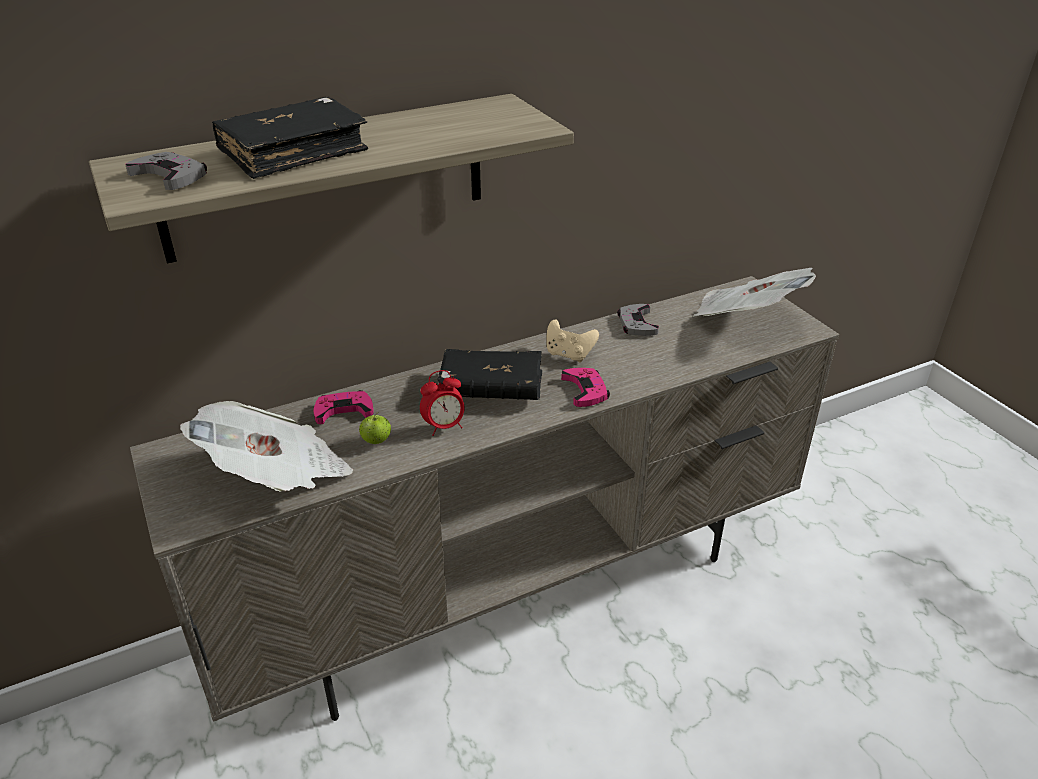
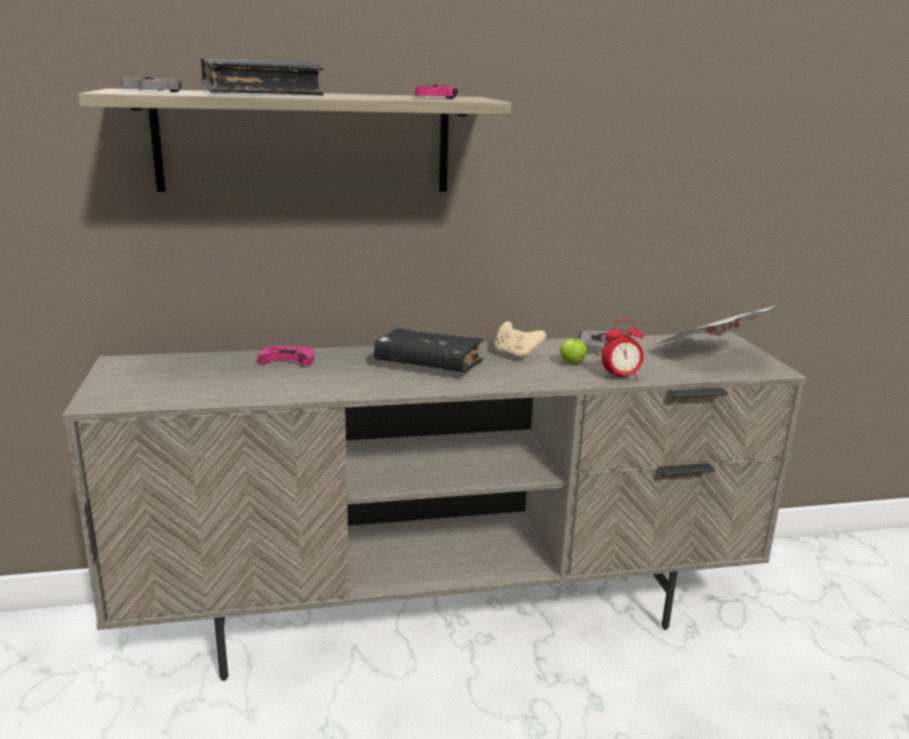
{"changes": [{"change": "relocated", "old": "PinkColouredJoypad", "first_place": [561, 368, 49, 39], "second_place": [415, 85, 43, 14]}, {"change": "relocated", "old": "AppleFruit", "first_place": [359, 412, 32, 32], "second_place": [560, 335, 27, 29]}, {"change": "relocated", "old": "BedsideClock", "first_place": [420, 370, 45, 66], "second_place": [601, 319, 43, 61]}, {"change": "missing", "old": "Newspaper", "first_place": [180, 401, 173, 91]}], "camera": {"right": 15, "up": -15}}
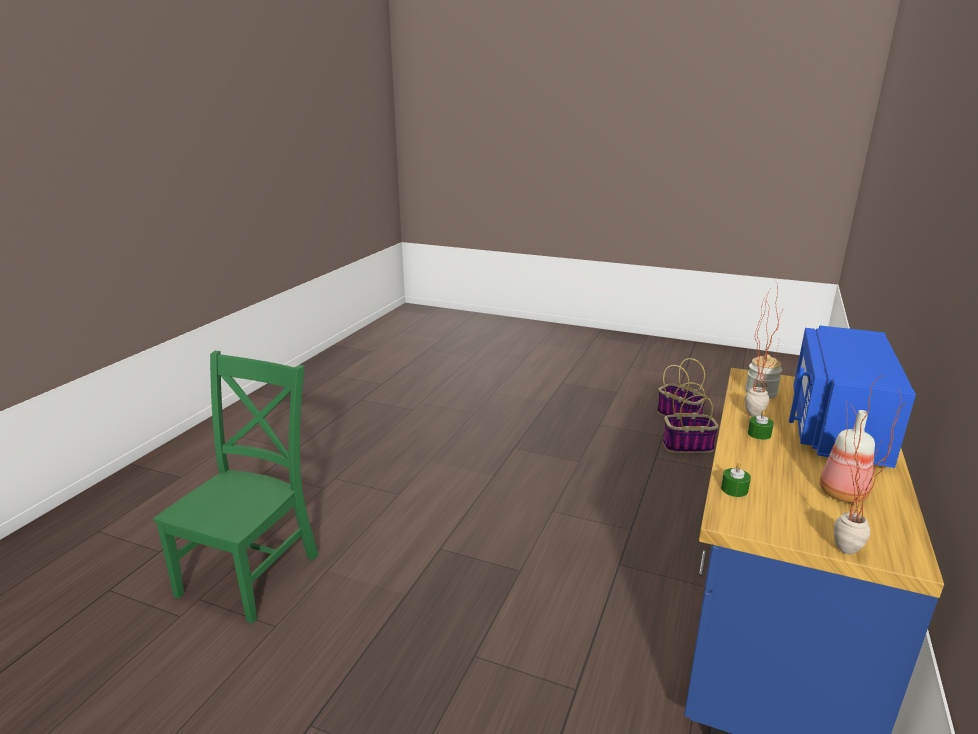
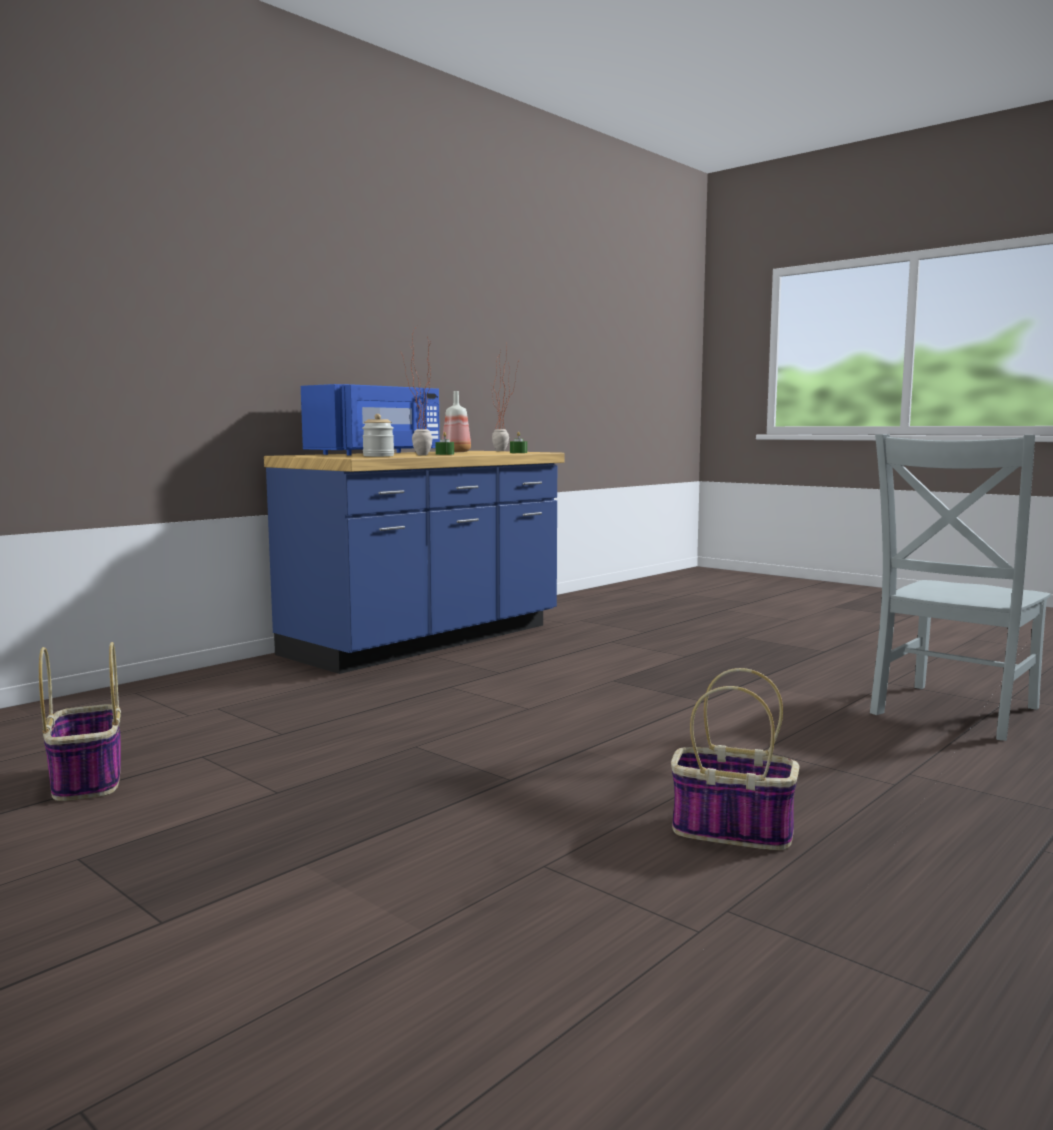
{"changes": [{"change": "relocated", "old": "HouseholdBasket", "first_place": [663, 382, 56, 71], "second_place": [671, 668, 129, 182]}, {"change": "colour", "old": "GreenishChair", "new": "GreyishChair", "first_place": [153, 351, 166, 272], "second_place": [870, 434, 181, 307]}], "camera": {"right": -160, "up": -15}}
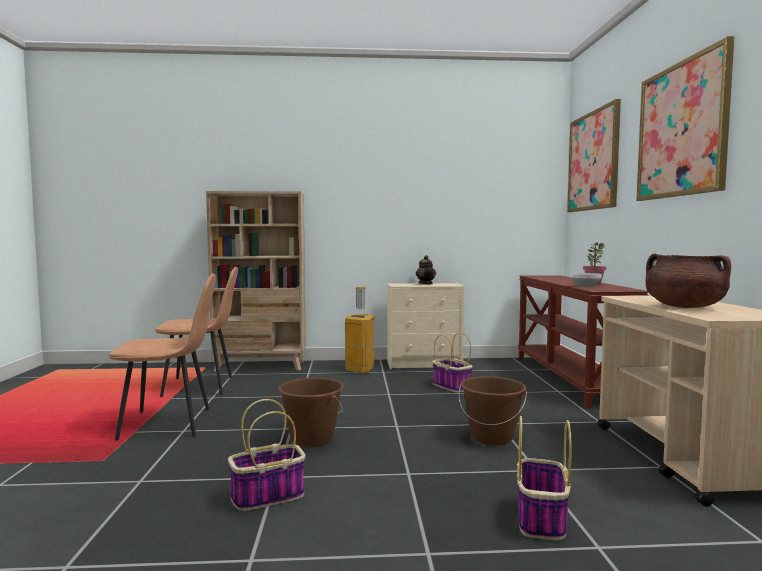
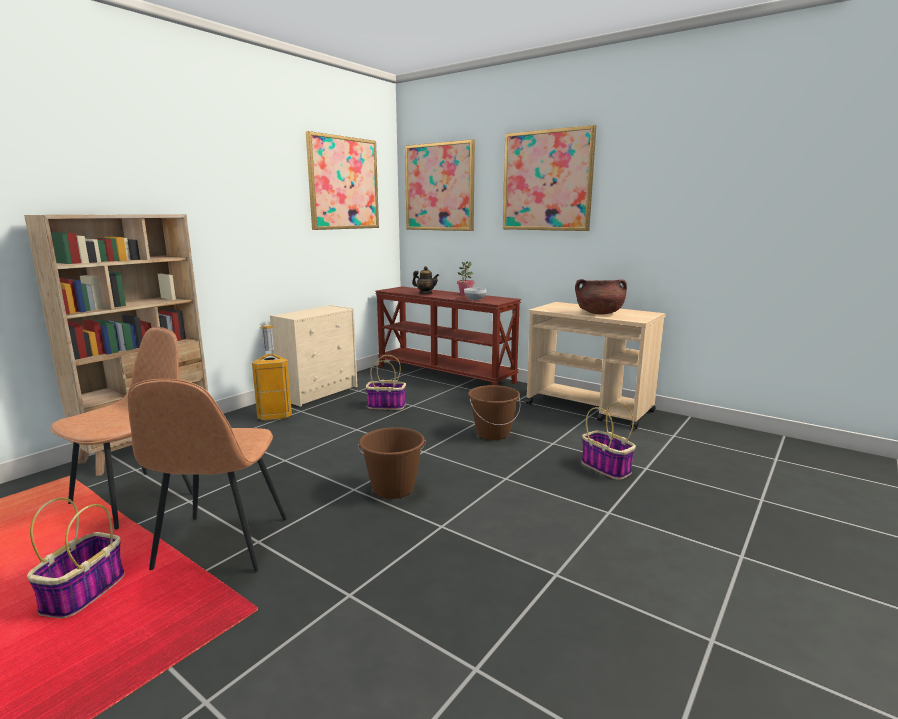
{"changes": [{"change": "relocated", "old": "HouseholdBasket", "first_place": [228, 399, 78, 112], "second_place": [27, 498, 98, 120]}, {"change": "spun", "old": "BrownishChair", "first_place": [108, 273, 108, 168], "second_place": [128, 379, 159, 193], "degrees": 150}, {"change": "appeared", "new": "WallArt", "second_place": [306, 131, 73, 99]}, {"change": "relocated", "old": "PotForTea", "first_place": [416, 255, 20, 29], "second_place": [412, 266, 27, 28]}], "camera": {"right": -50, "up": 10}}
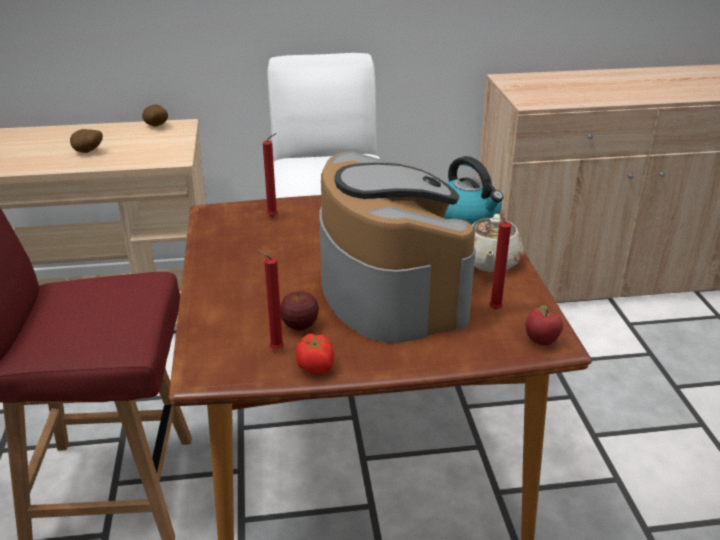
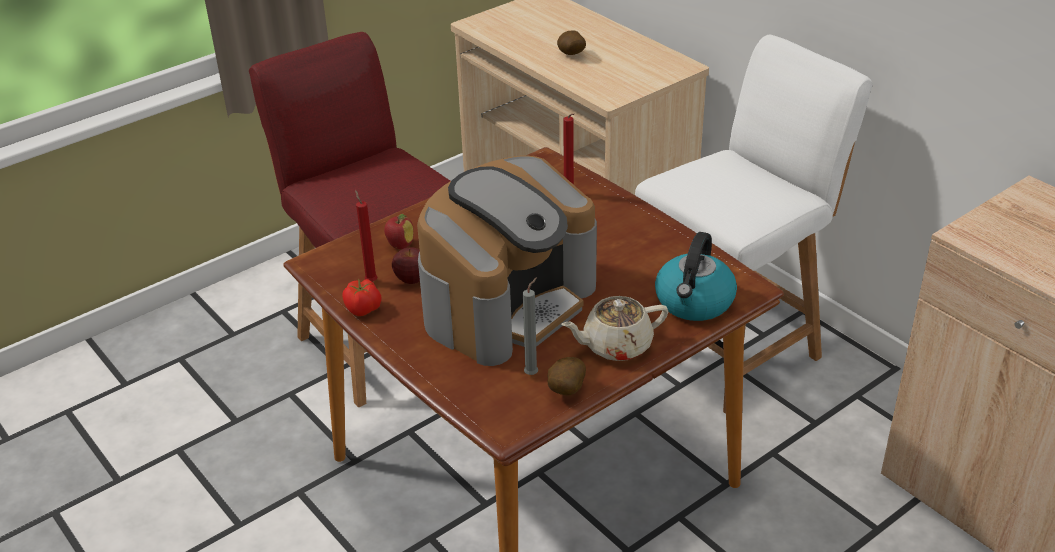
{"changes": [{"change": "relocated", "old": "AppleFruit", "first_place": [525, 305, 38, 41], "second_place": [384, 214, 30, 35]}, {"change": "colour", "old": "ReddishWaxLight", "new": "GreyishWaxLight", "first_place": [489, 209, 22, 101], "second_place": [523, 277, 15, 98]}, {"change": "relocated", "old": "WholePotato", "first_place": [142, 105, 26, 21], "second_place": [547, 357, 39, 38]}], "camera": {"right": 60, "up": 5}}
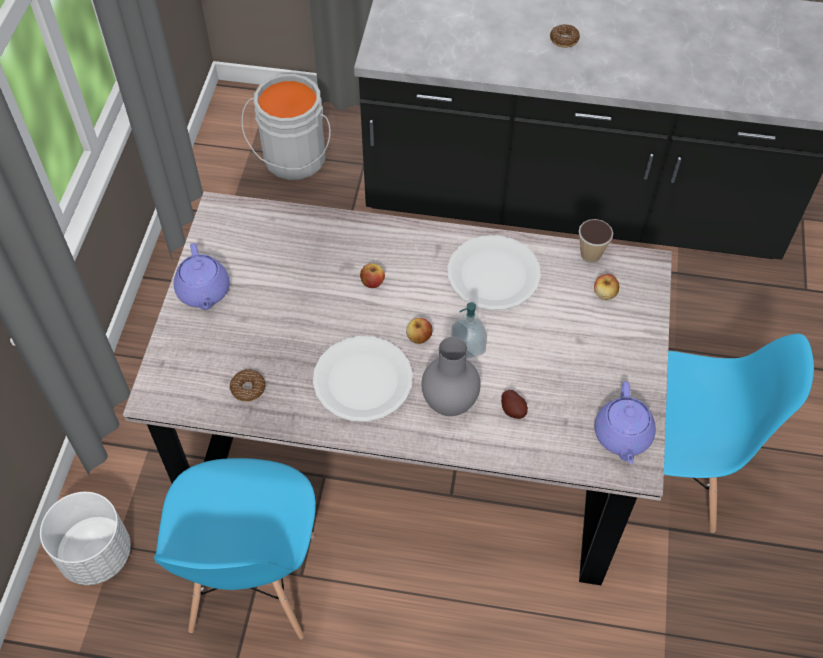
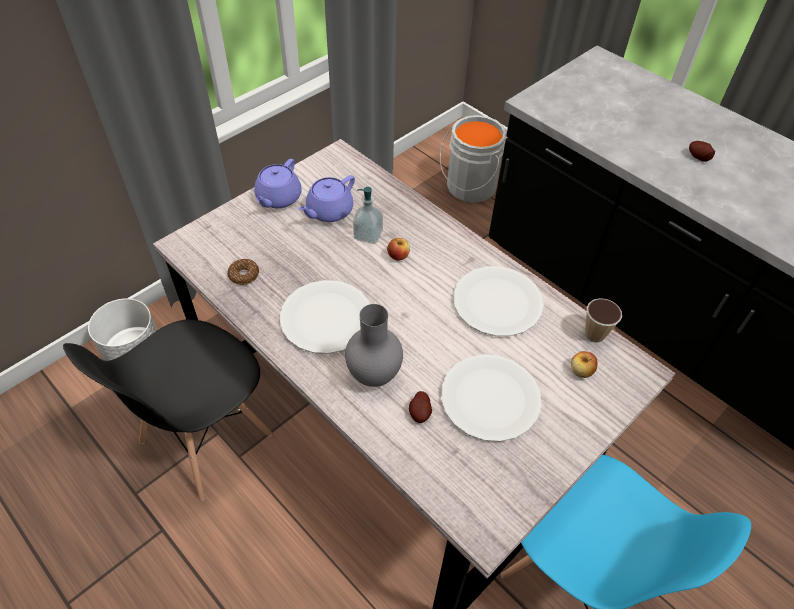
{"changes": [{"change": "colour", "old": "BluishChair", "new": "BlackishChair", "first_place": [154, 458, 162, 181], "second_place": [63, 319, 209, 182]}, {"change": "relocated", "old": "PurplePotForTea", "first_place": [594, 381, 62, 83], "second_place": [298, 175, 57, 47]}, {"change": "relocated", "old": "SoapDispenser", "first_place": [451, 302, 36, 57], "second_place": [353, 187, 30, 57]}, {"change": "appeared", "new": "WhitePlate", "second_place": [441, 354, 100, 88]}, {"change": "exchanged", "old": "Doughnut", "new": "WholePotato", "first_place": [550, 24, 30, 24], "second_place": [689, 141, 26, 21]}, {"change": "missing", "old": "AppleFruit", "first_place": [406, 318, 26, 26]}], "camera": {"right": 35, "up": -5}}
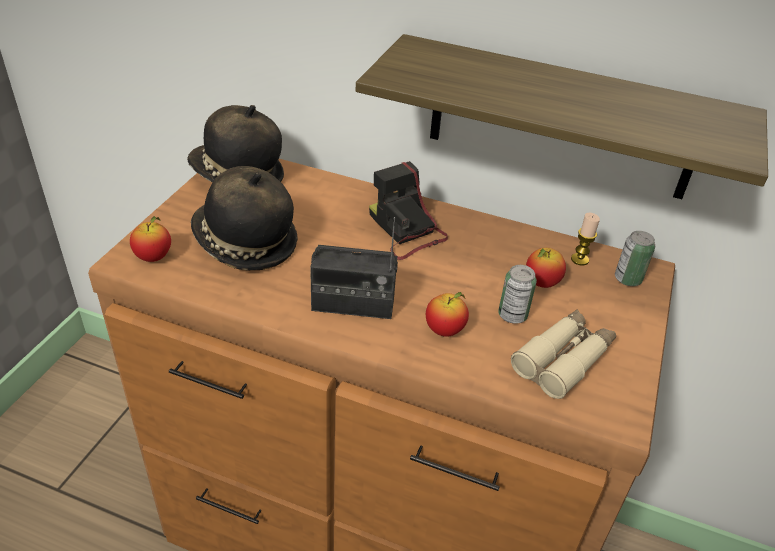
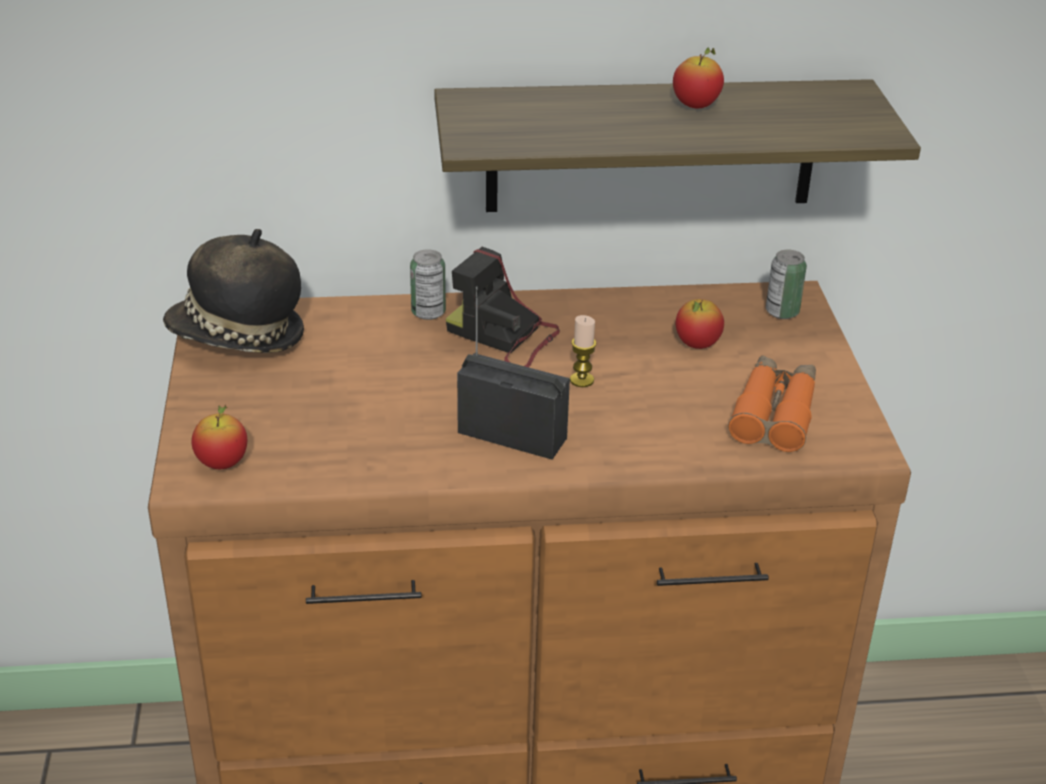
{"changes": [{"change": "relocated", "old": "SealedCan", "first_place": [498, 265, 39, 59], "second_place": [410, 249, 36, 71]}, {"change": "spun", "old": "RadioSet", "first_place": [310, 217, 88, 102], "second_place": [457, 286, 113, 174], "degrees": -135}, {"change": "relocated", "old": "WaxLight", "first_place": [571, 213, 29, 53], "second_place": [570, 315, 26, 72]}, {"change": "relocated", "old": "AppleFruit", "first_place": [426, 292, 43, 45], "second_place": [673, 47, 51, 61]}, {"change": "colour", "old": "SandColouredBinoculars", "new": "OrangeyBinoculars", "first_place": [511, 309, 105, 90], "second_place": [728, 356, 88, 96]}, {"change": "missing", "old": "ClothingHat", "first_place": [191, 166, 107, 105]}], "camera": {"right": -25, "up": -5}}
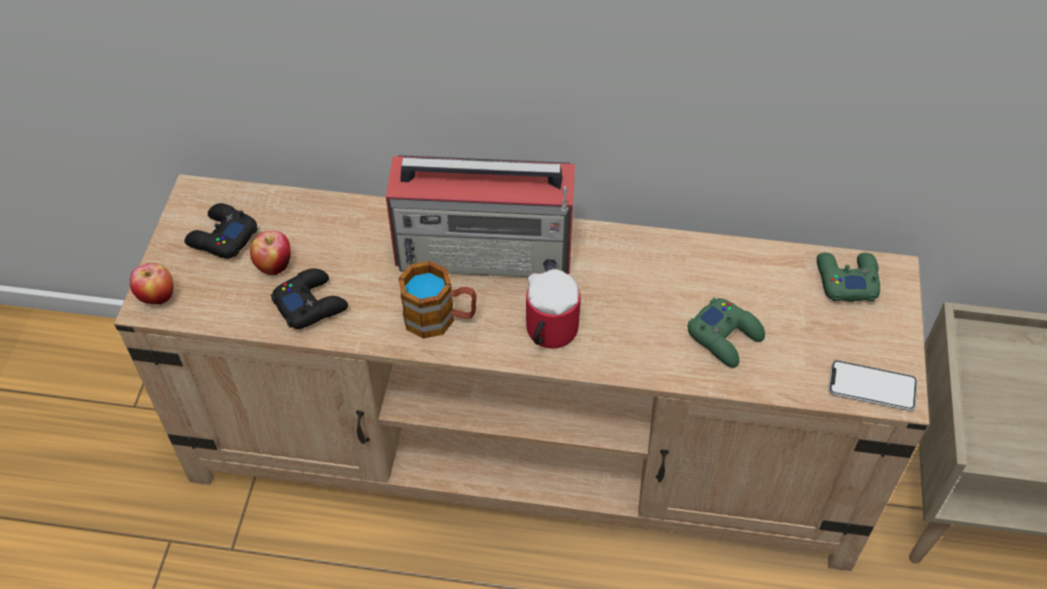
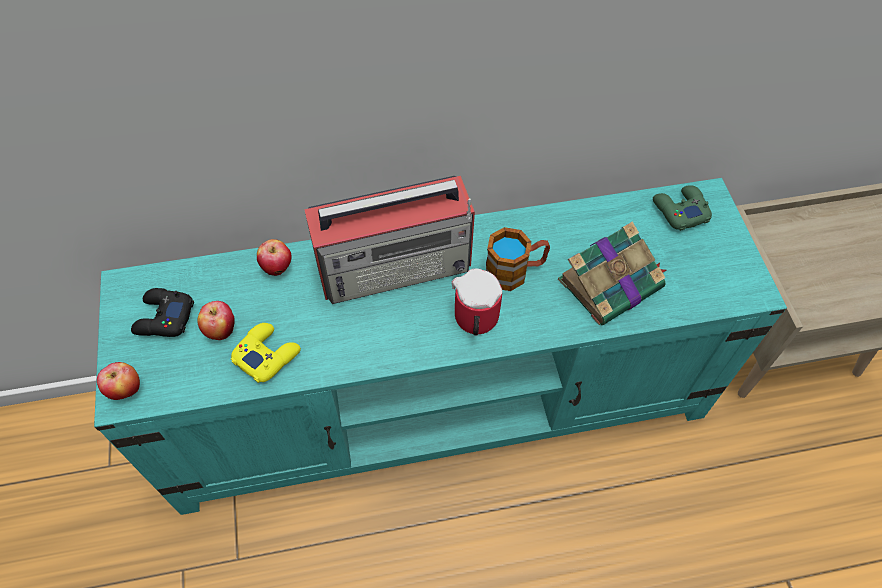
{"changes": [{"change": "colour", "old": "SandColouredTvStand", "new": "TurquoiseColouredTvStand", "first_place": [114, 174, 815, 397], "second_place": [94, 178, 693, 337]}, {"change": "colour", "old": "BlackishJoypad", "new": "YellowishJoypad", "first_place": [271, 269, 77, 60], "second_place": [231, 323, 70, 60]}, {"change": "appeared", "new": "AppleFruit", "second_place": [257, 239, 35, 37]}, {"change": "relocated", "old": "Mug", "first_place": [398, 261, 79, 78], "second_place": [486, 227, 64, 64]}, {"change": "exchanged", "old": "GreenishJoypad", "new": "Volume", "first_place": [687, 298, 78, 70], "second_place": [558, 221, 109, 104]}, {"change": "missing", "old": "Handset", "first_place": [828, 360, 89, 51]}], "camera": {"right": -20, "up": 5}}
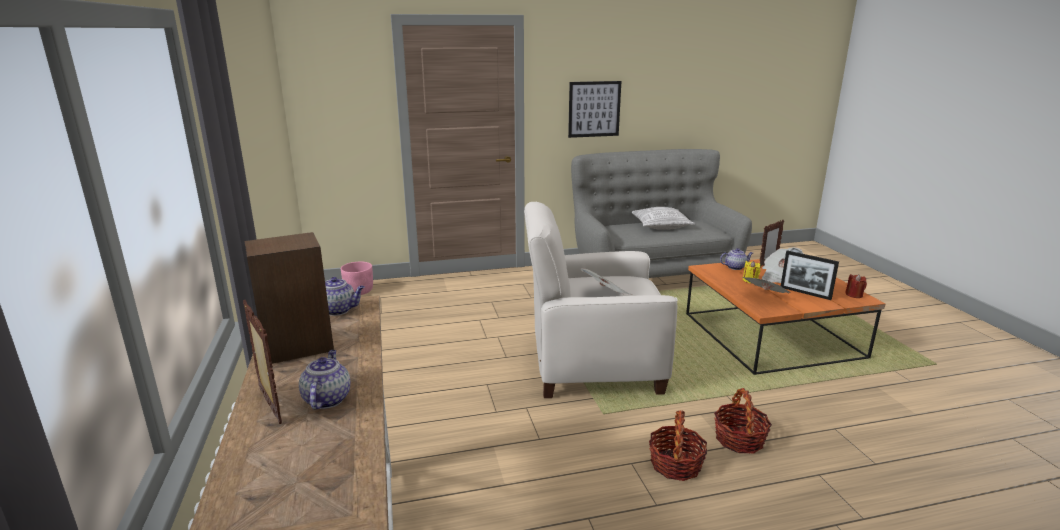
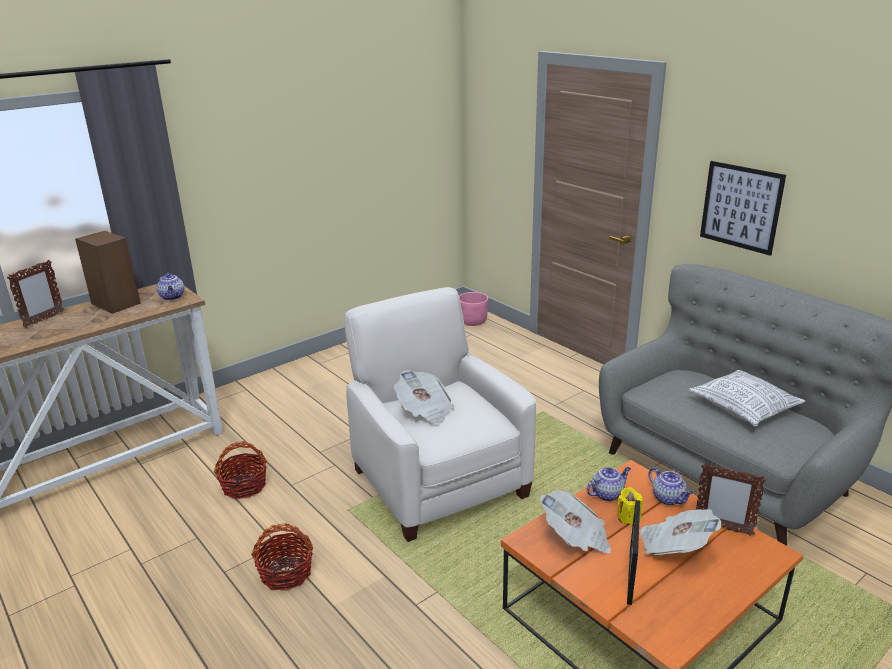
{"changes": [{"change": "relocated", "old": "HouseholdBasket", "first_place": [714, 388, 58, 65], "second_place": [214, 441, 53, 58]}, {"change": "relocated", "old": "PotForTea", "first_place": [299, 350, 51, 60], "second_place": [587, 467, 44, 34]}, {"change": "missing", "old": "ReddishWaxLight", "first_place": [845, 274, 22, 24]}], "camera": {"right": 65, "up": 5}}
